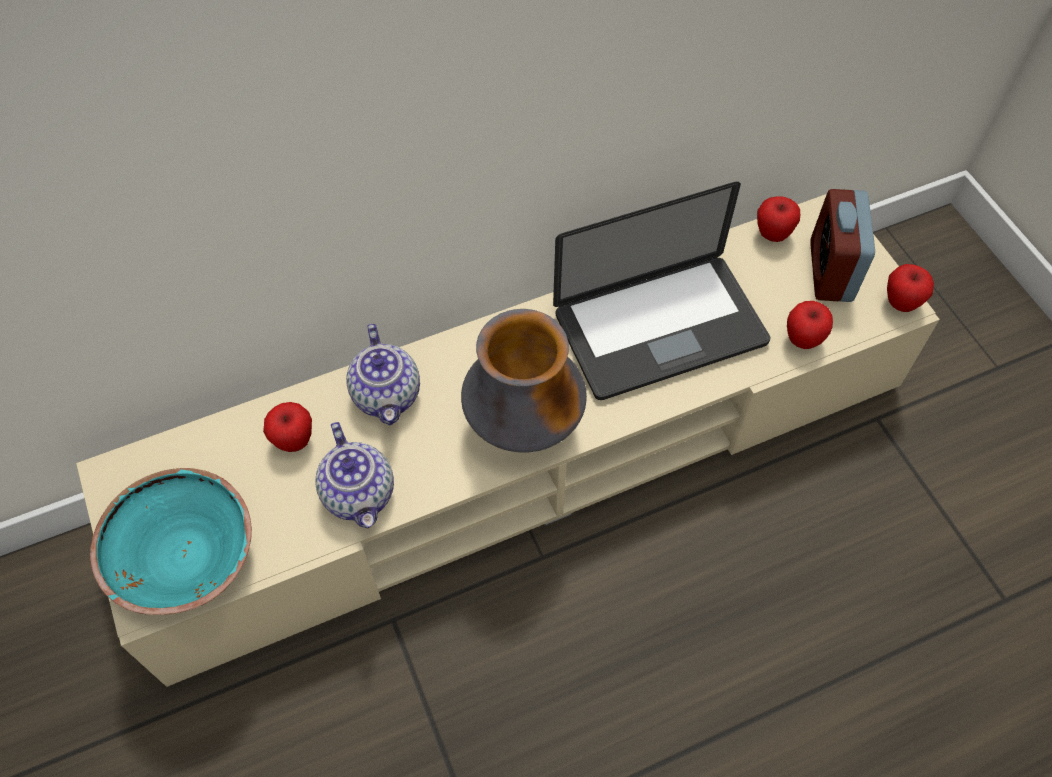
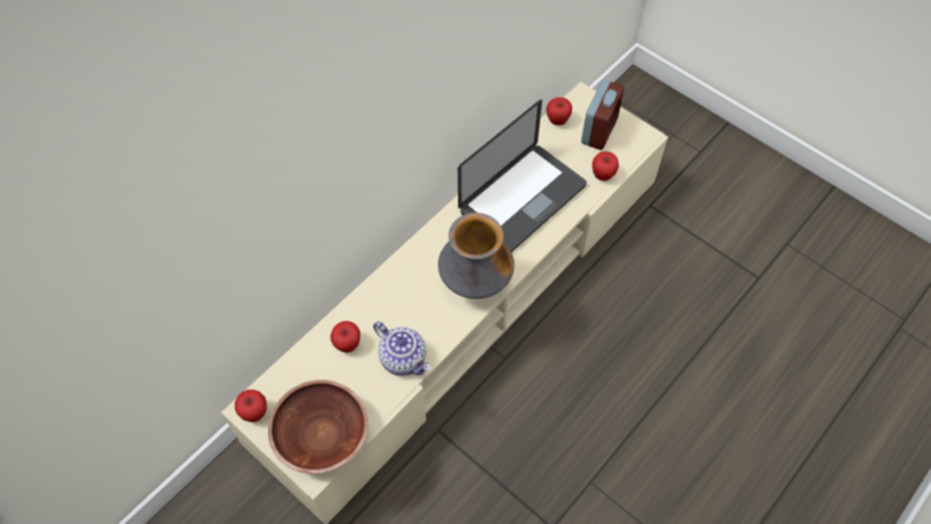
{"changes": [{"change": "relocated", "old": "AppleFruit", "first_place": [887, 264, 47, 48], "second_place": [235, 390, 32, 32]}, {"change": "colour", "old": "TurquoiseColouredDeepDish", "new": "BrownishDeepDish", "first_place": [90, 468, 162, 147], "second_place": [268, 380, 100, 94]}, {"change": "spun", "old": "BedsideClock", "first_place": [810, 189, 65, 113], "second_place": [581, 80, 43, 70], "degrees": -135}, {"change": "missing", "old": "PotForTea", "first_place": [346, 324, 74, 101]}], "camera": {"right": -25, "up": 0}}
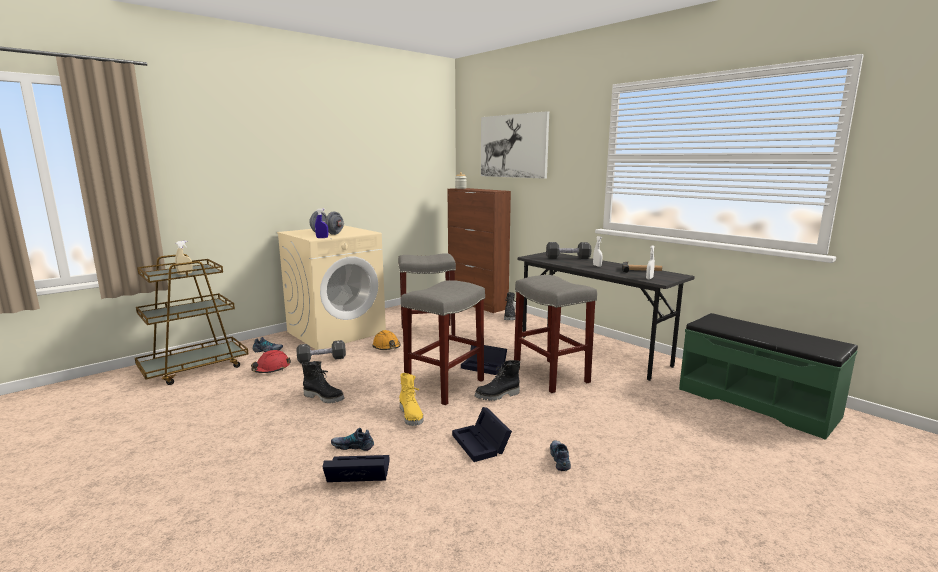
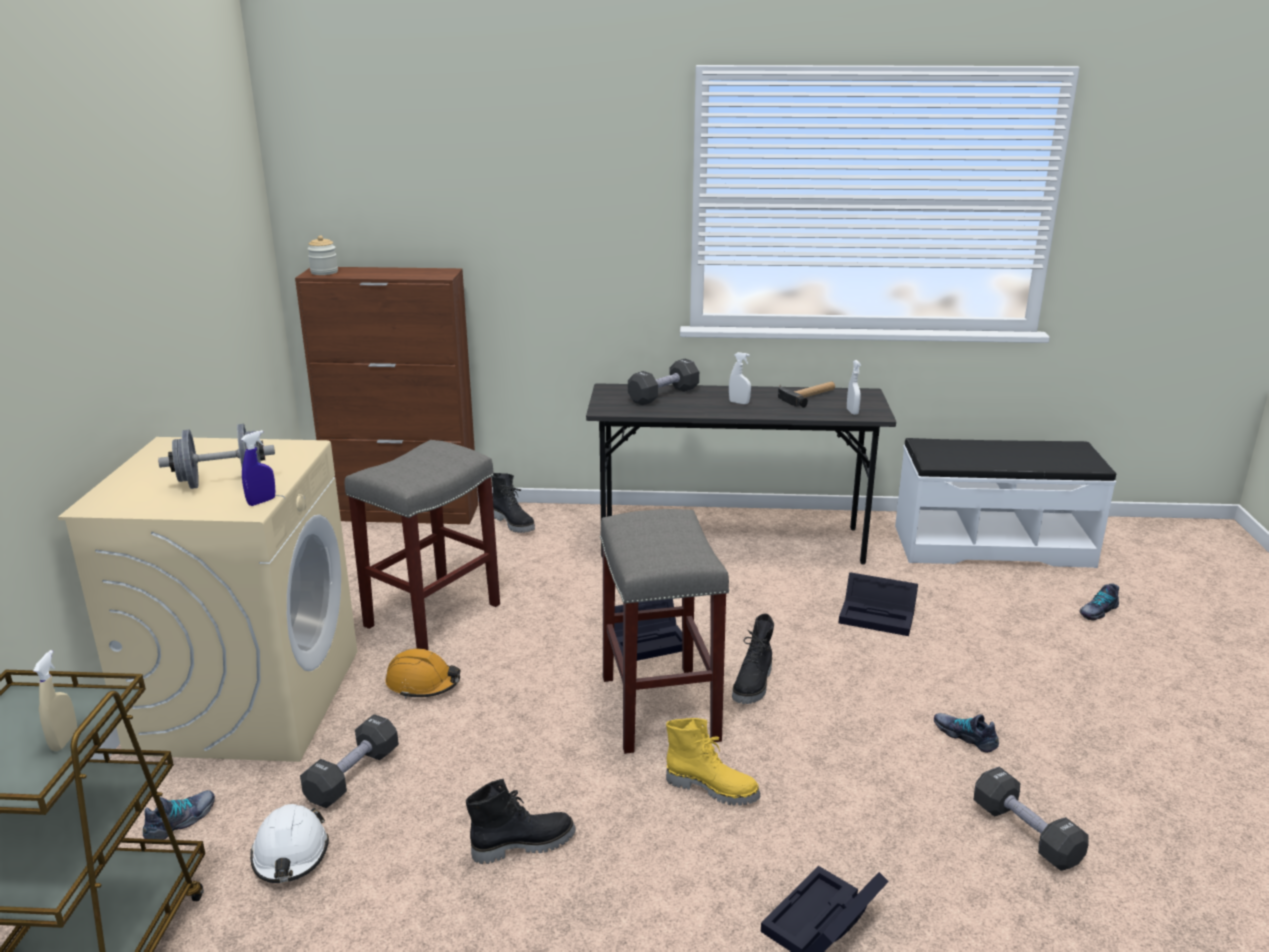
{"changes": [{"change": "colour", "old": "ReddishSafetyHelmet", "new": "WhiteSafetyHelmet", "first_place": [251, 350, 40, 23], "second_place": [250, 804, 79, 79]}, {"change": "relocated", "old": "BlackishStorageBox", "first_place": [452, 407, 60, 55], "second_place": [839, 572, 79, 64]}, {"change": "colour", "old": "GreenishLongSeat", "new": "WhiteLongSeat", "first_place": [679, 313, 179, 127], "second_place": [895, 438, 221, 130]}, {"change": "appeared", "new": "BlackishDumbbell", "second_place": [973, 767, 116, 104]}, {"change": "relocated", "old": "ItemOfFootwear", "first_place": [331, 428, 43, 23], "second_place": [1080, 583, 39, 38]}, {"change": "missing", "old": "WallArt", "first_place": [481, 111, 68, 68]}, {"change": "missing", "old": "GreyishStool", "first_place": [514, 275, 83, 118]}], "camera": {"right": -45, "up": 10}}
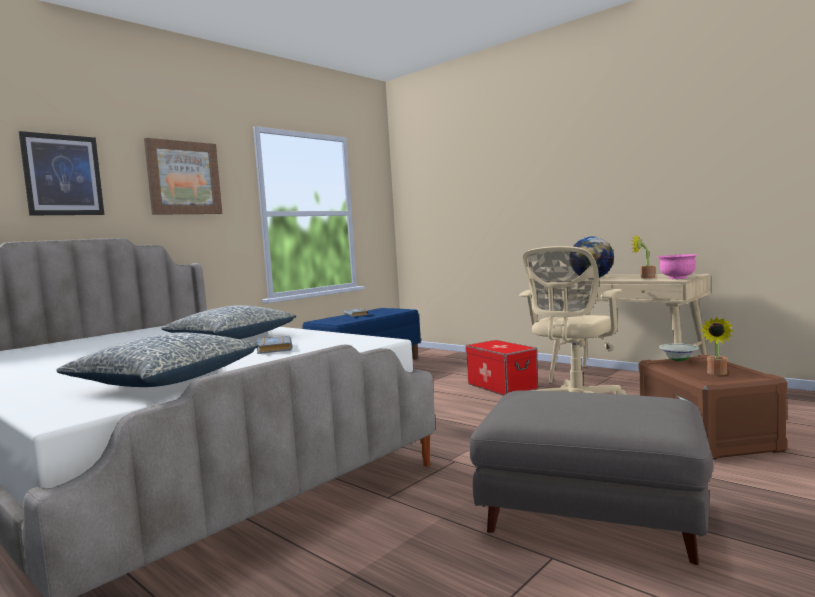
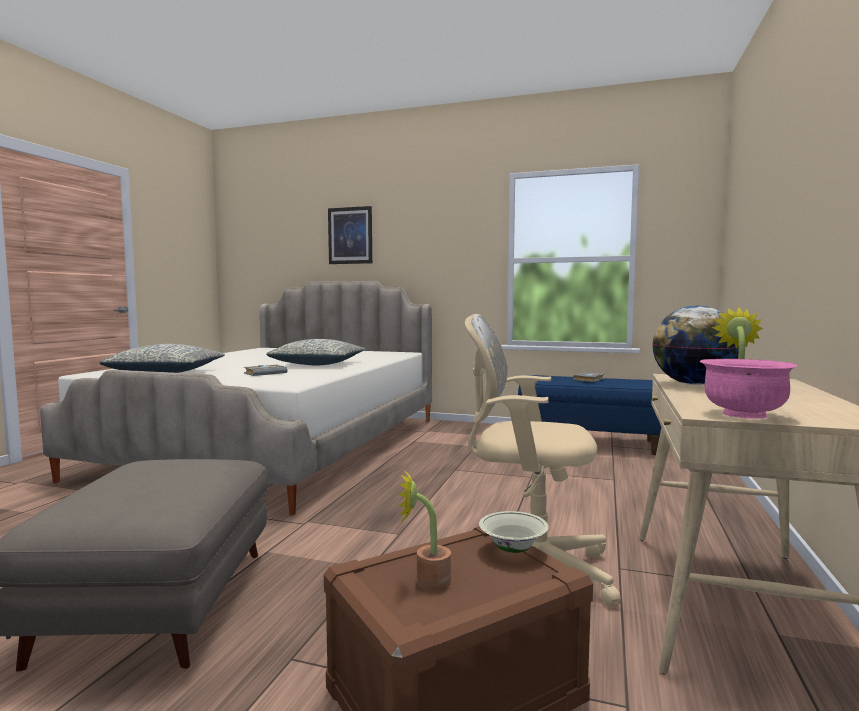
{"changes": [{"change": "missing", "old": "WallArt", "first_place": [144, 138, 78, 77]}, {"change": "missing", "old": "StorageBox", "first_place": [466, 340, 72, 56]}], "camera": {"right": 65, "up": 0}}
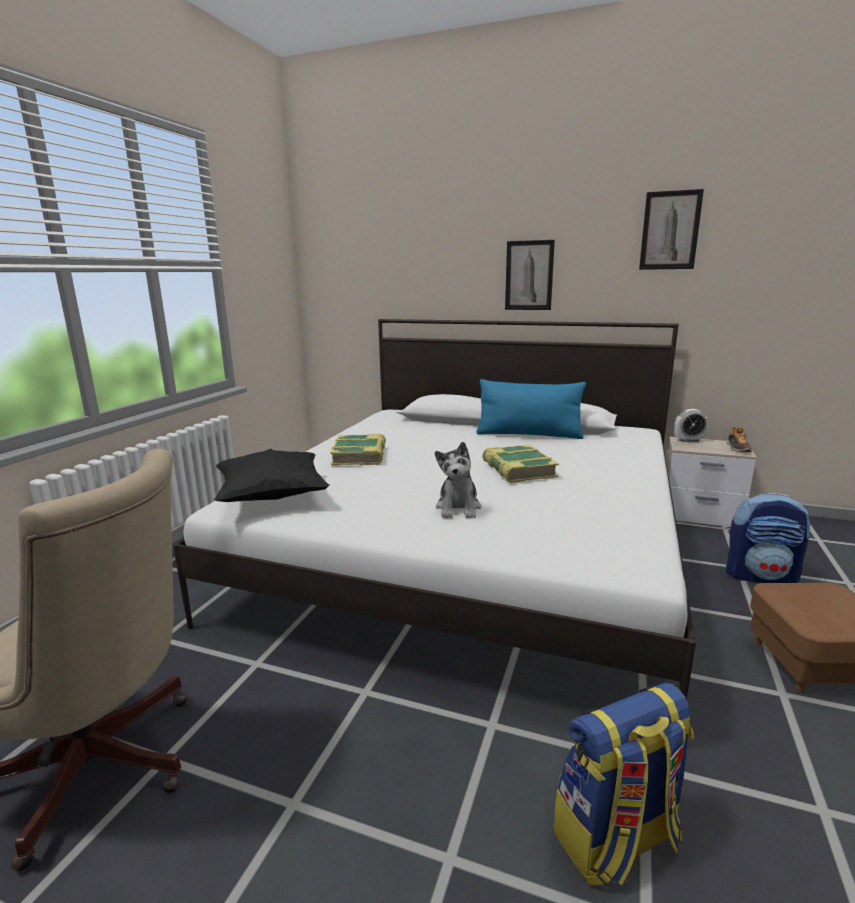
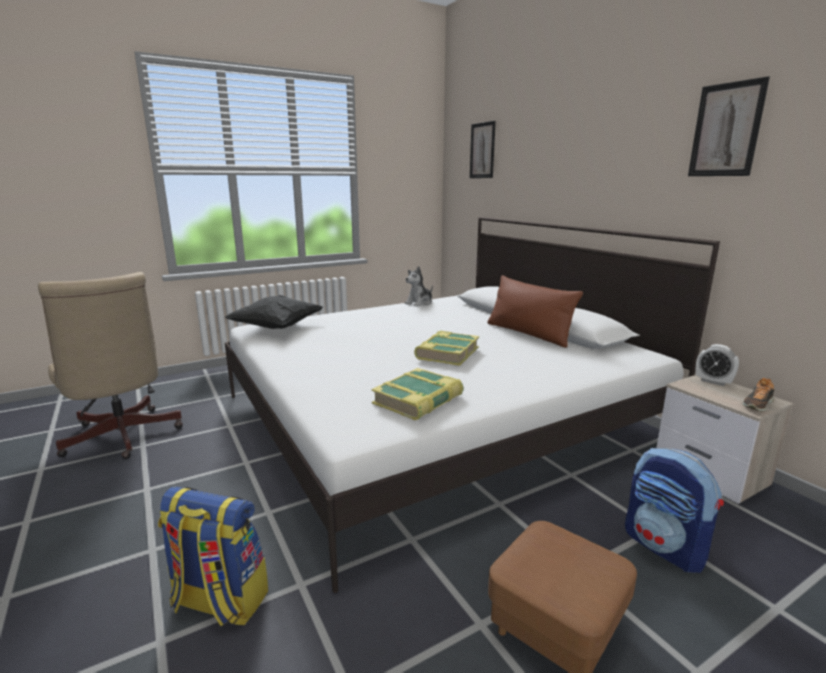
{"changes": [{"change": "relocated", "old": "Volume", "first_place": [330, 434, 56, 31], "second_place": [371, 368, 93, 52]}, {"change": "relocated", "old": "SoftToy", "first_place": [435, 442, 46, 76], "second_place": [405, 266, 28, 41]}, {"change": "relocated", "old": "WallArt", "first_place": [505, 240, 50, 70], "second_place": [470, 121, 26, 57]}, {"change": "colour", "old": "BluishPillow", "new": "BrownishPillow", "first_place": [476, 379, 110, 60], "second_place": [487, 275, 96, 73]}], "camera": {"right": 40, "up": 0}}
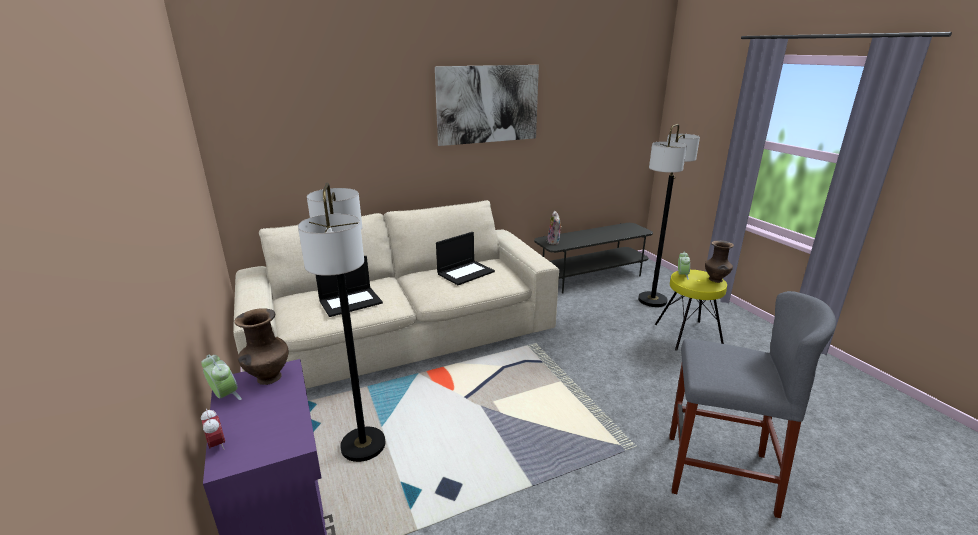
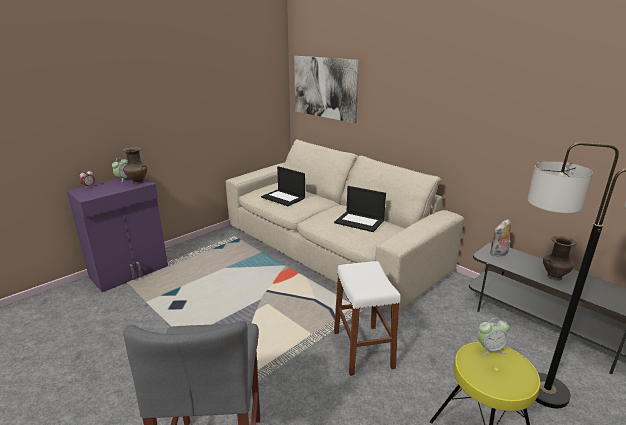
{"changes": [{"change": "relocated", "old": "WallArt", "first_place": [435, 65, 104, 81], "second_place": [294, 56, 65, 67]}, {"change": "appeared", "new": "WhiteStool", "second_place": [334, 261, 67, 115]}, {"change": "relocated", "old": "BrownishVase", "first_place": [705, 240, 29, 43], "second_place": [543, 236, 33, 45]}, {"change": "missing", "old": "StandardLamp", "first_place": [298, 183, 87, 279]}], "camera": {"right": 70, "up": 0}}
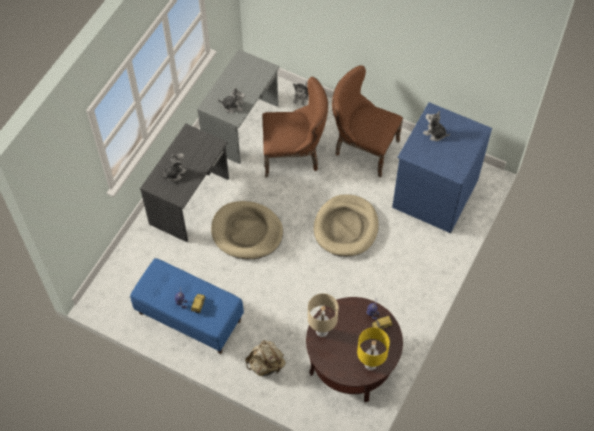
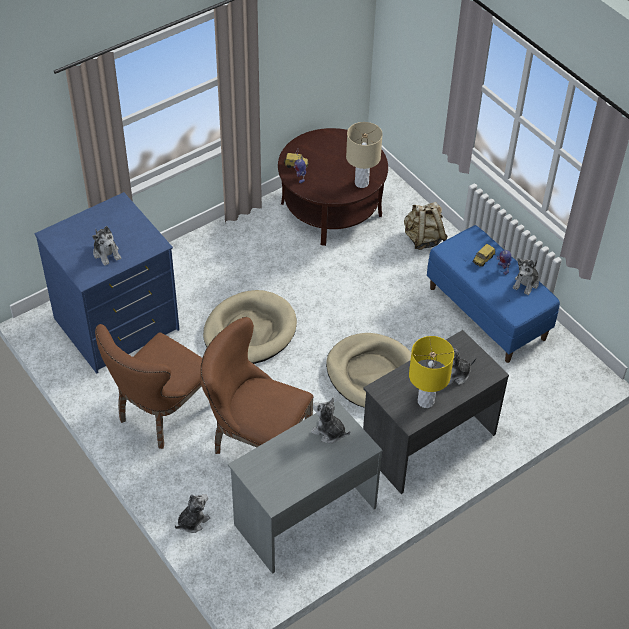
{"changes": [{"change": "spun", "old": "BrownishChair", "first_place": [332, 65, 71, 113], "second_place": [95, 324, 107, 125], "degrees": 75}, {"change": "relocated", "old": "YellowishTabletopLamp", "first_place": [357, 327, 33, 44], "second_place": [409, 336, 45, 72]}, {"change": "appeared", "new": "SoftToy", "second_place": [513, 258, 26, 37]}], "camera": {"right": -155, "up": -10}}
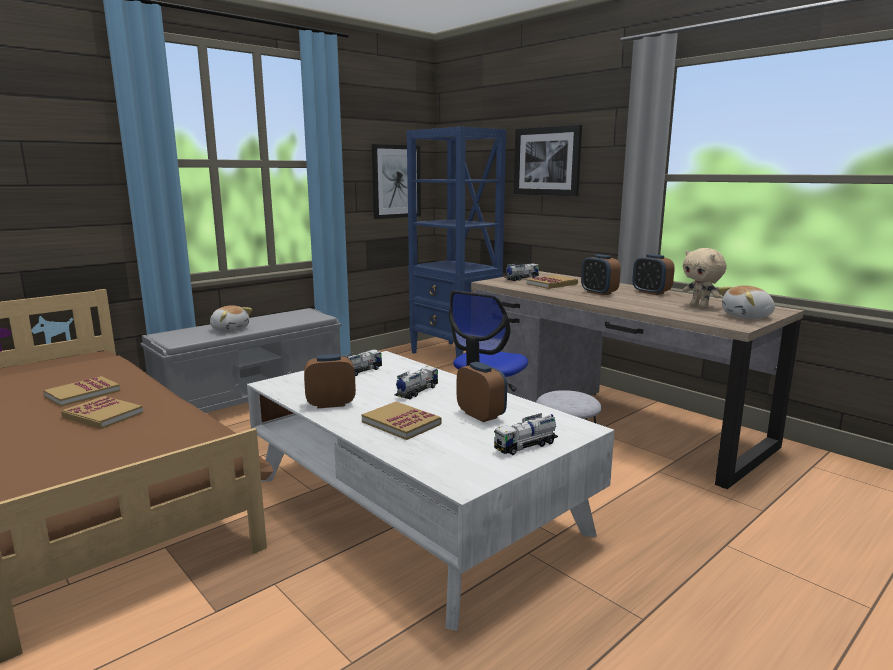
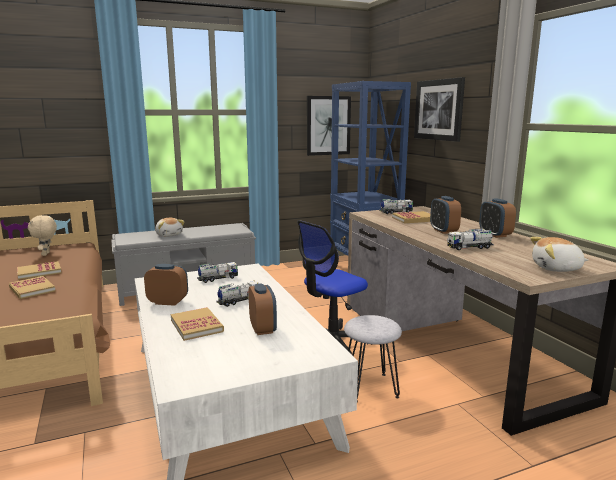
{"changes": [{"change": "relocated", "old": "SandColouredSoftToy", "first_place": [683, 248, 43, 60], "second_place": [28, 215, 29, 41]}, {"change": "relocated", "old": "ModelTruck", "first_place": [494, 413, 64, 42], "second_place": [447, 228, 47, 22]}], "camera": {"right": 20, "up": 0}}
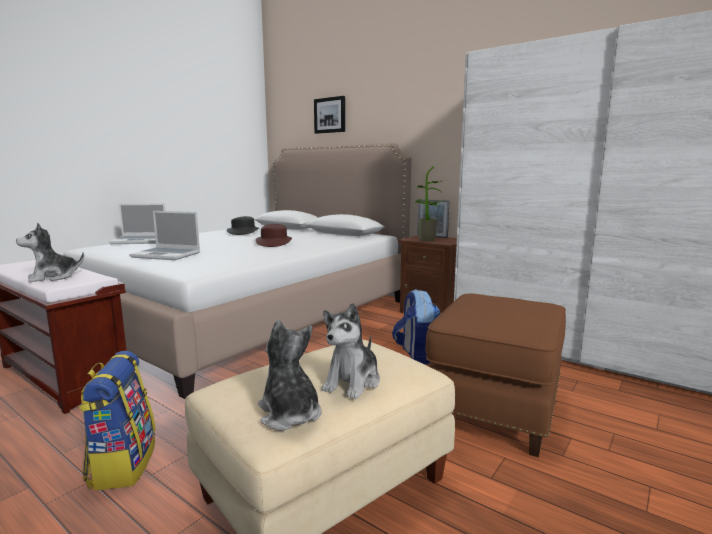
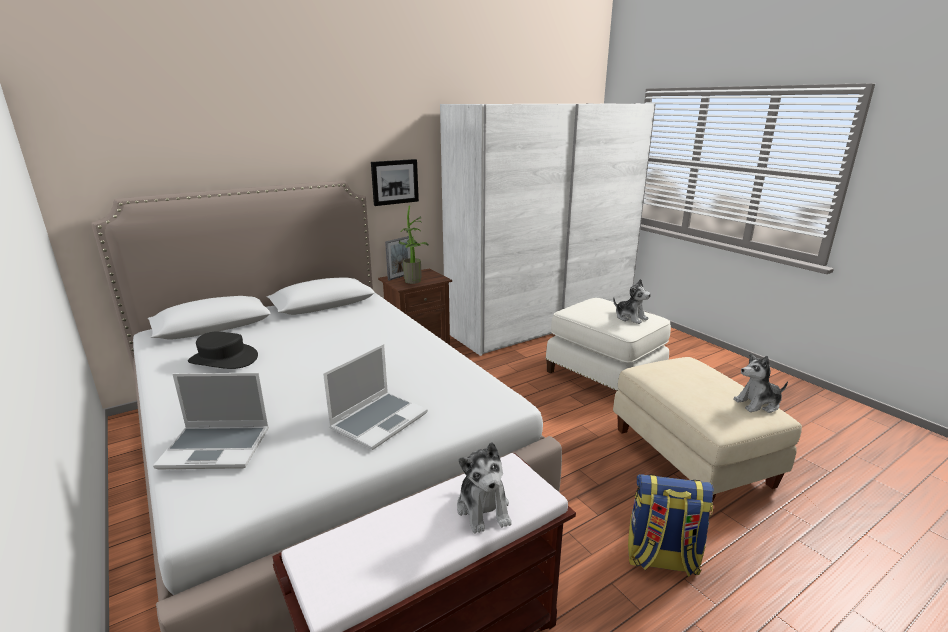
{"changes": [{"change": "spun", "old": "Laptop", "first_place": [109, 203, 56, 41], "second_place": [153, 373, 116, 96], "degrees": 75}, {"change": "relocated", "old": "WallArt", "first_place": [314, 96, 31, 38], "second_place": [371, 159, 48, 47]}, {"change": "colour", "old": "BrownishFootrest", "new": "WhiteFootrest", "first_place": [425, 294, 141, 163], "second_place": [545, 298, 126, 93]}, {"change": "relocated", "old": "SoftToy", "first_place": [321, 303, 59, 96], "second_place": [613, 279, 38, 45]}, {"change": "missing", "old": "BrownishClothingHat", "first_place": [256, 224, 36, 23]}, {"change": "missing", "old": "Knapsack", "first_place": [392, 289, 48, 75]}], "camera": {"right": -70, "up": 10}}
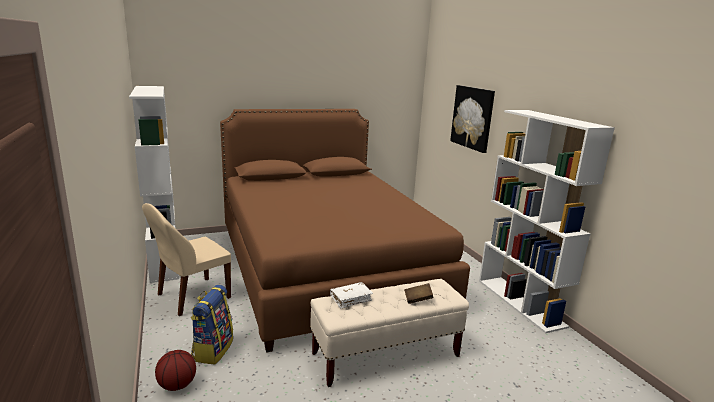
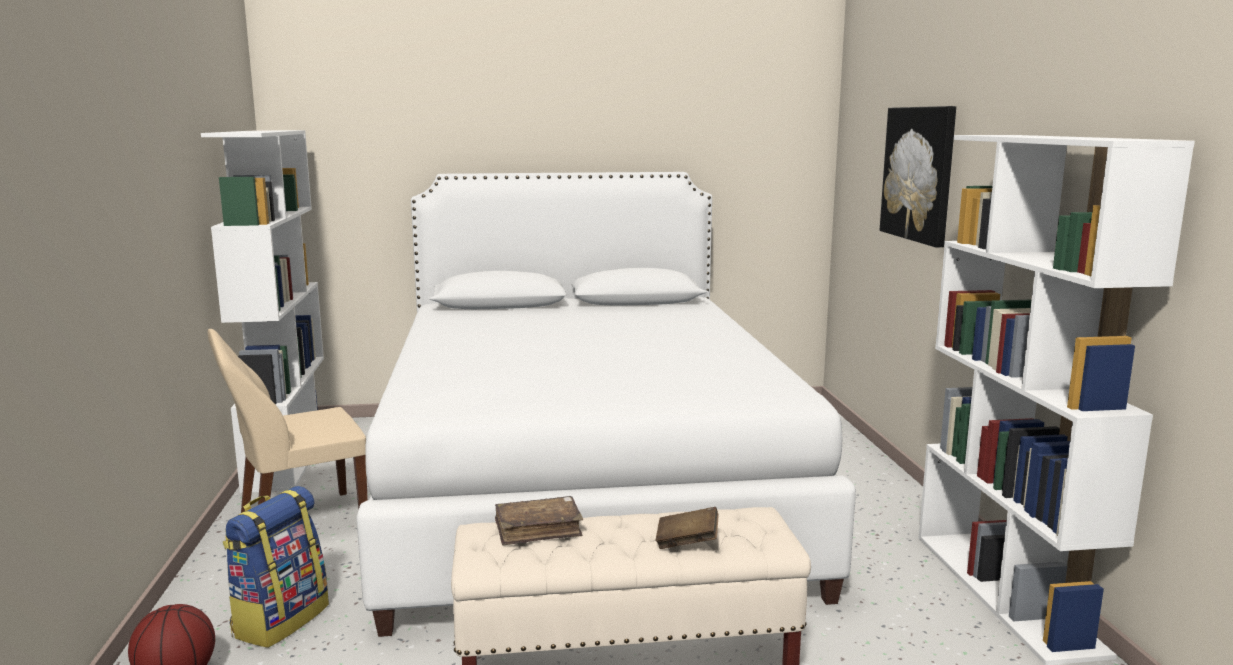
{"changes": [{"change": "colour", "old": "BrownishBed", "new": "WhiteBed", "first_place": [220, 109, 250, 244], "second_place": [356, 172, 500, 465]}, {"change": "colour", "old": "WhiteVolume", "new": "BrownishVolume", "first_place": [330, 282, 43, 26], "second_place": [495, 496, 88, 49]}], "camera": {"right": 15, "up": -5}}
